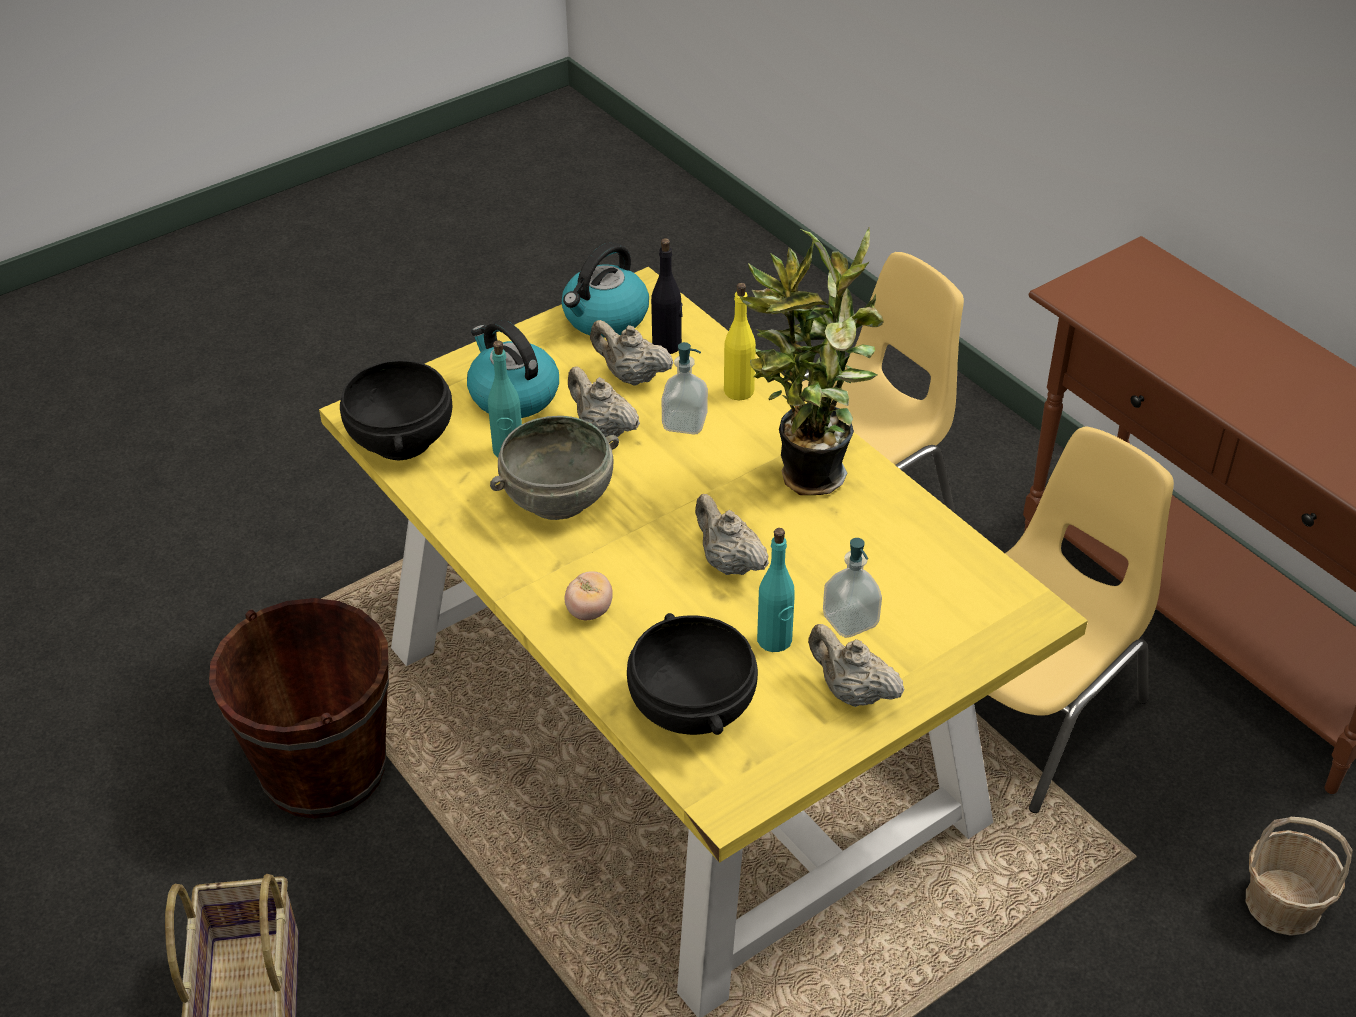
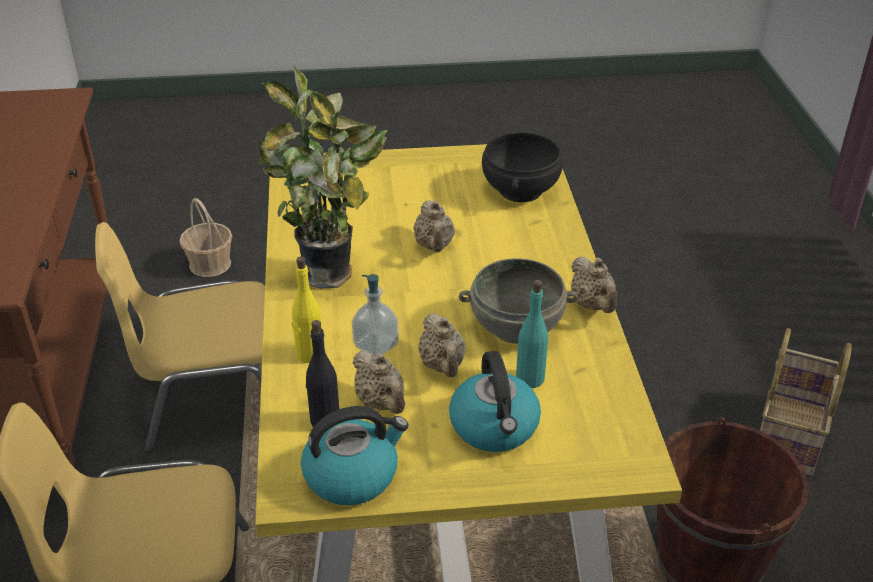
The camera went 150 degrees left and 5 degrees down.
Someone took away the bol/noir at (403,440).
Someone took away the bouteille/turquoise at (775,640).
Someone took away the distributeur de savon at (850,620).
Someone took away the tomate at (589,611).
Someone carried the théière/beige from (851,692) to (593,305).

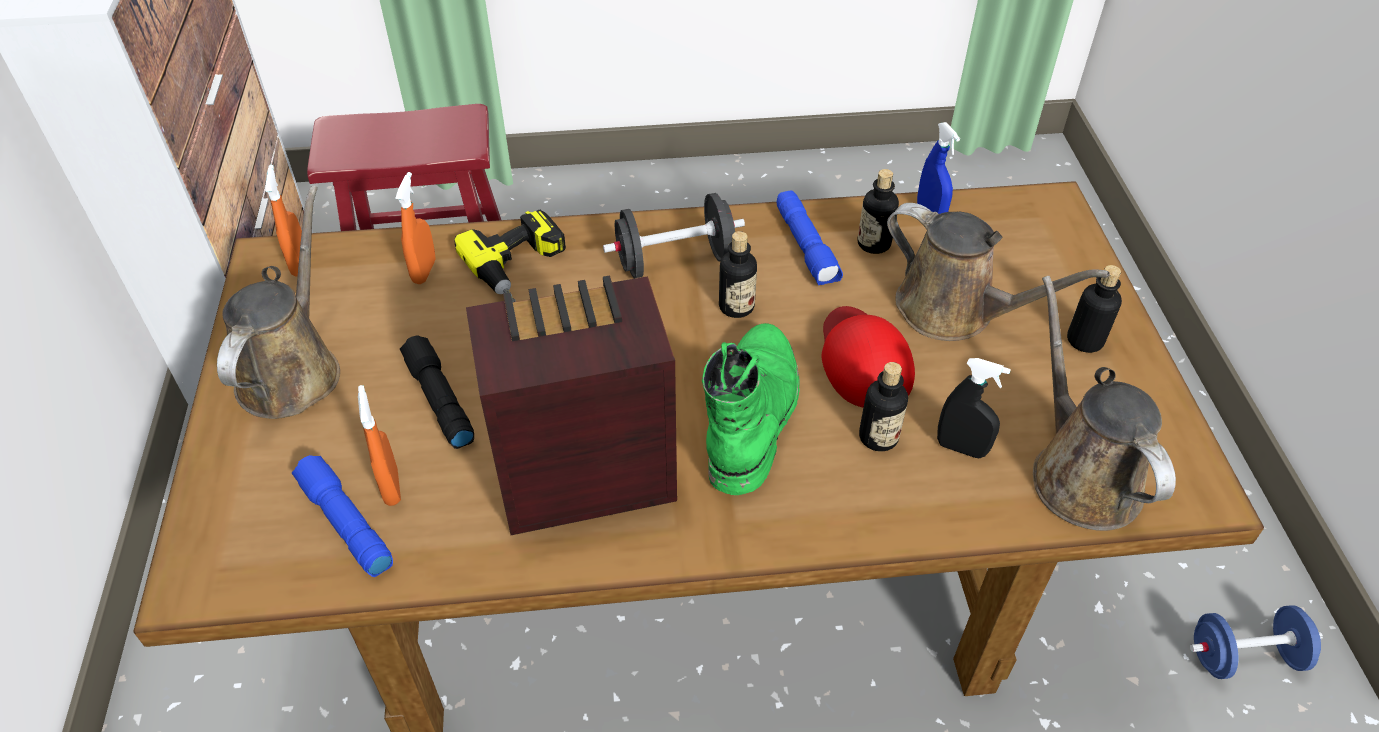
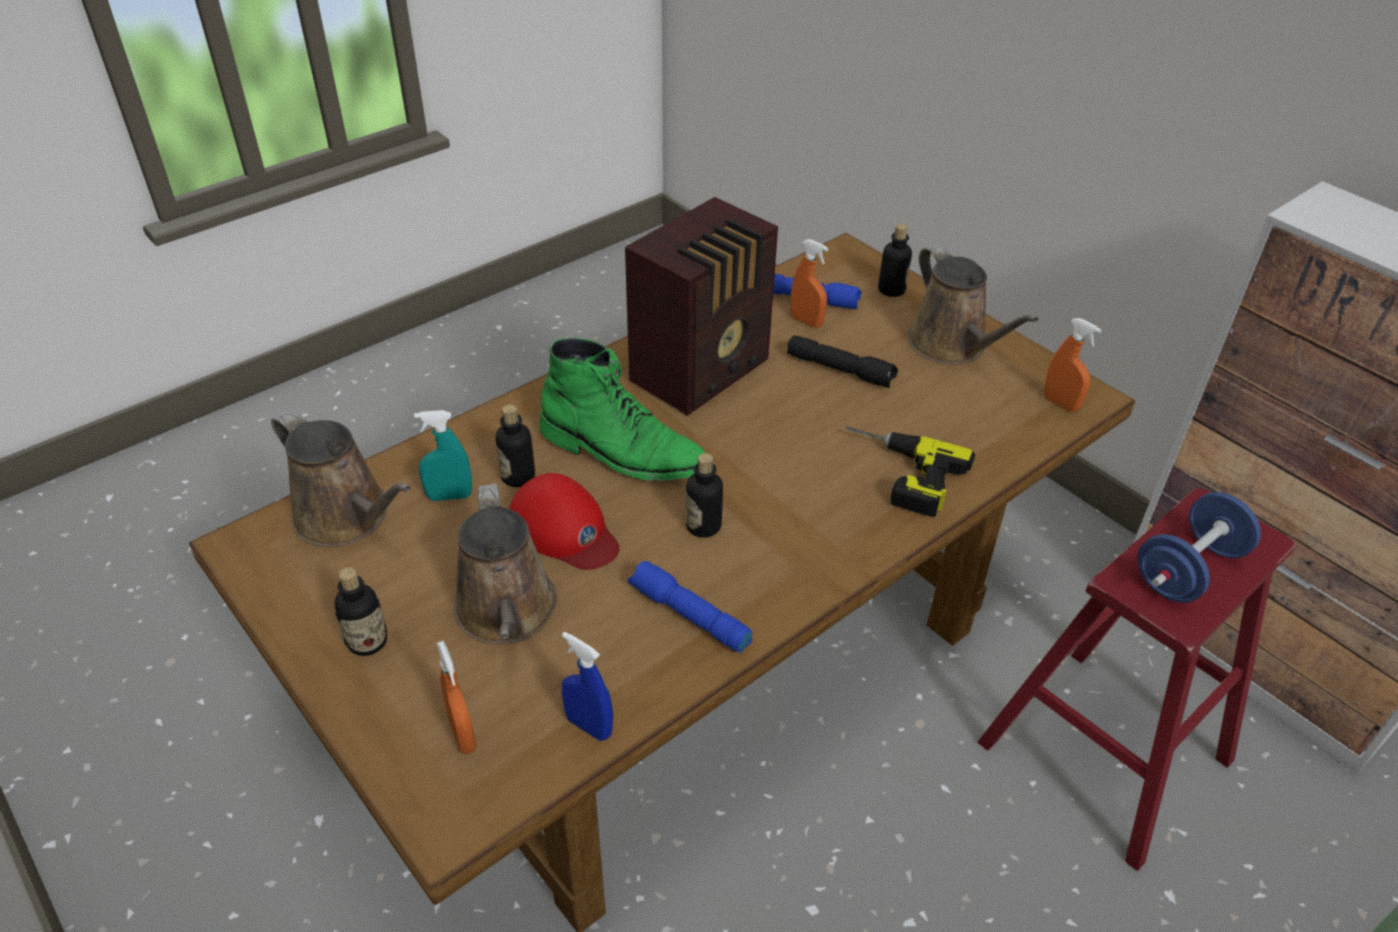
The camera went 145 degrees right and 5 degrees down.
Someone carried the bouteille from (874,244) to (891,290).
Someone carried the vaporisateur/orange from (424,271) to (463,735).
Someone took away the haltère/noir at (674,260).
Someone rotated the arrosoir/marron at (954,311) by 105 degrees counterclockwise.
Someone rotated the botte/vert at (752,414) by 45 degrees counterclockwise.
Someone repainted the vaporisateur/noir at (961,448), which became the vaporisateur/turquoise at (449,496).
Someone carried the haltère/bleu from (1244,656) to (1187,570).

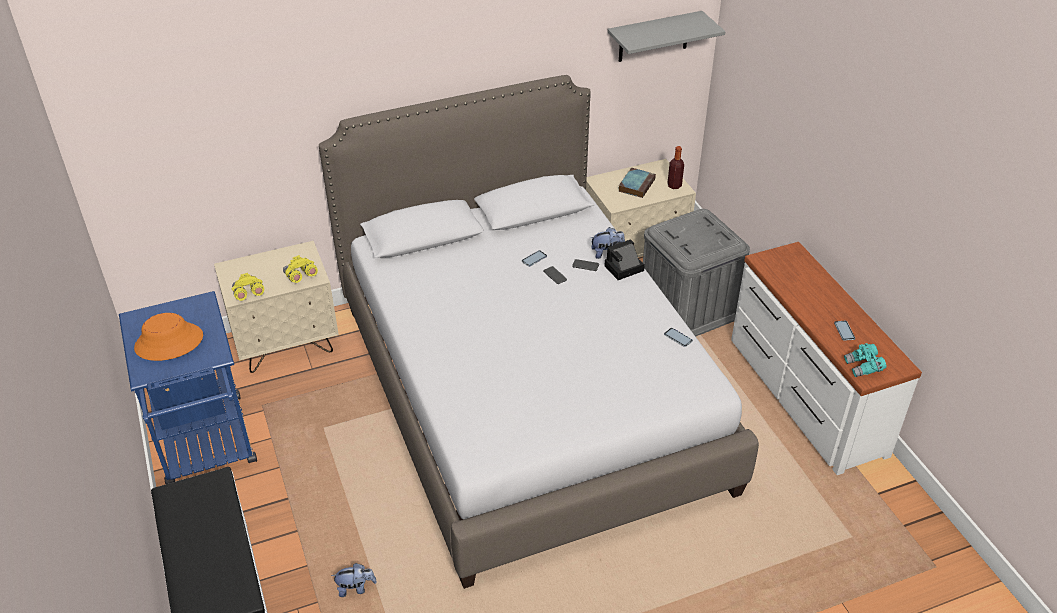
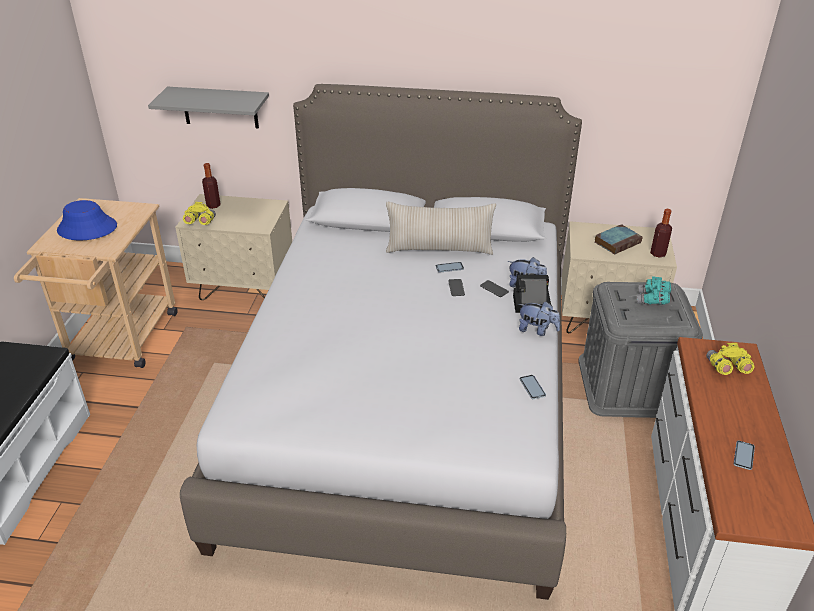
The camera went 30 degrees right and 5 degrees down.
Someone carried the étagère/gris from (653,37) to (220,107).
Someone carried the jumelles/jaune from (300,277) to (726,369).
Someone repainted the chariot/bleu at (207,447), which became the chariot/beige at (119,343).
Someone repainted the chapeau/orange at (169,342), which became the chapeau/bleu at (87,228).
Someone carried the jumelles/turquoise from (863,367) to (652,300).
Someone carried the peluche from (355,588) to (537,330).
Someone put down the bouteille at (213,205).
Someone put down the coussin/beige at (439,249).

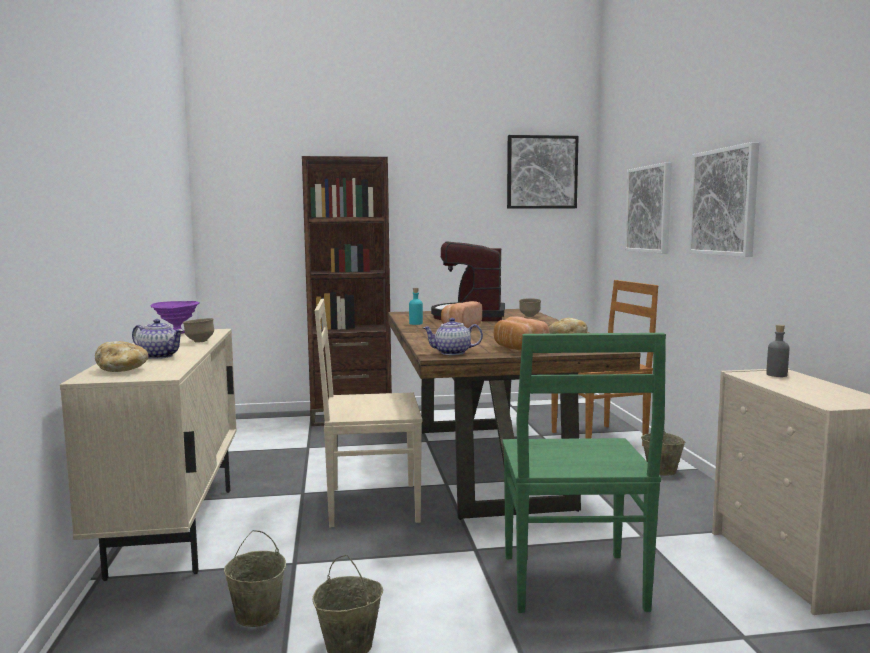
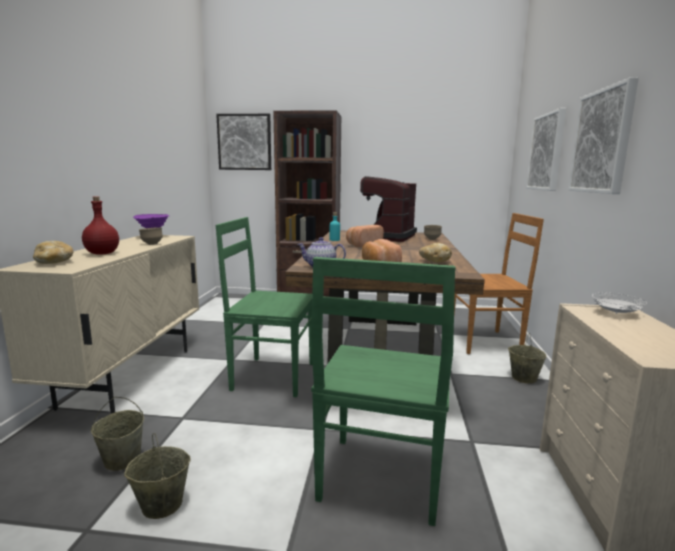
The camera went 15 degrees right and 5 degrees up.
Someone carried the tableau from (541,172) to (244,142).
Someone repainted the chaise/beige at (370,504), which became the chaise/vert at (271,376).
Someone swapped the théière at (160,356) for the bouteille/rouge at (102,253).
Someone swapped the bouteille/gris at (776,375) for the assiette/blanc at (616,313).

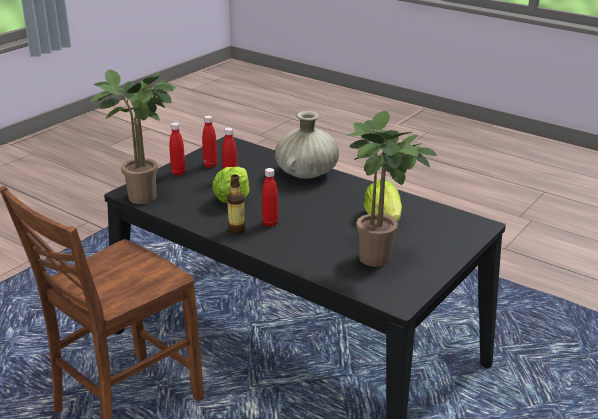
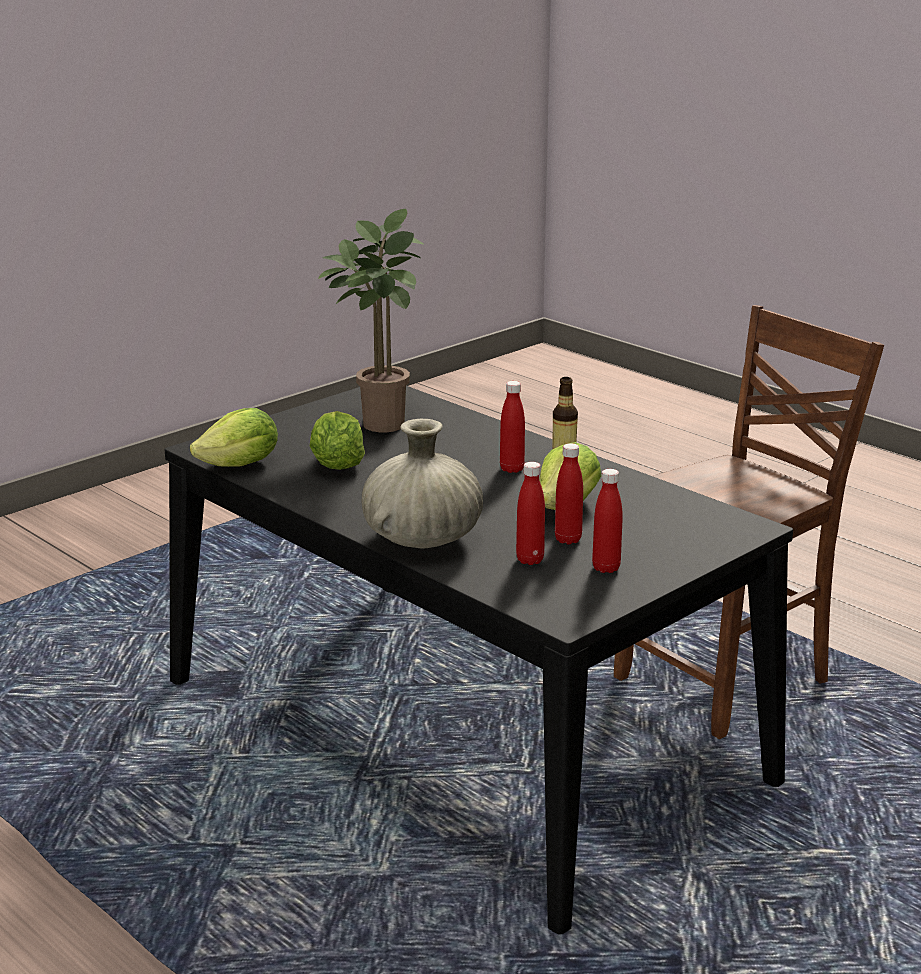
The camera went 170 degrees left and 5 degrees down.
Someone took away the plante en pot at (148,197).
Someone carried the bouteille/rouge from (178,173) to (530,560).
Someone put down the laitue at (240,465).

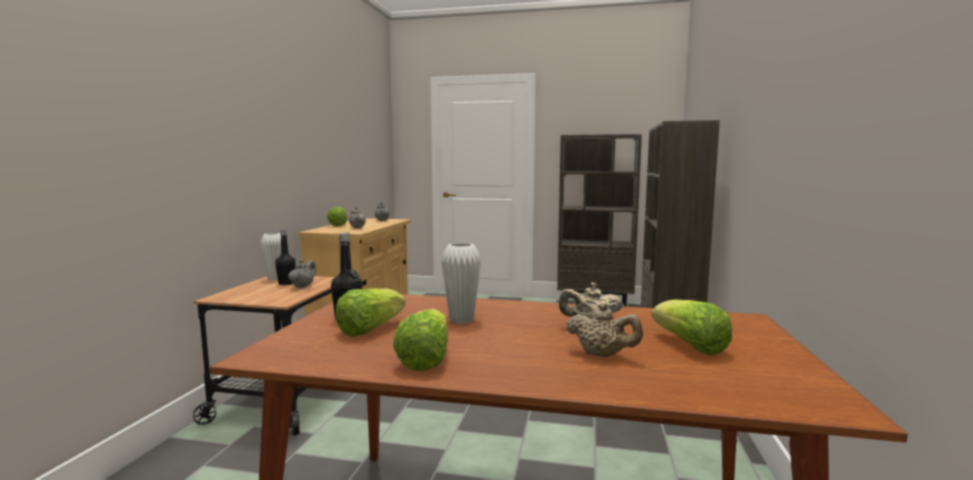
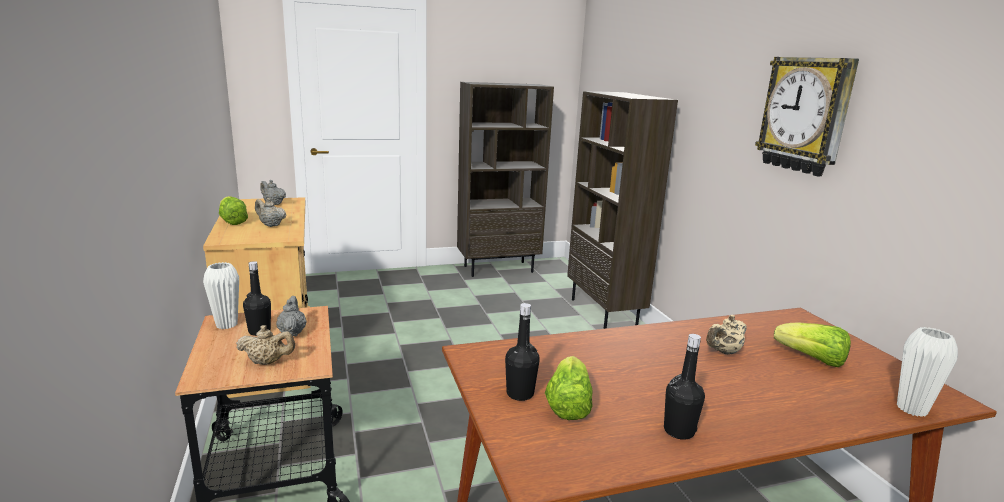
The camera went 30 degrees left and 10 degrees up.
Someone carried the vase/blanc from (461,320) to (911,409).
Someone carried the théière/beige from (602,355) to (267,362).
Someone swapped the laitue at (425,359) for the bouteille/noir at (678,431).
Someone put up the horloge murale at (805,115).

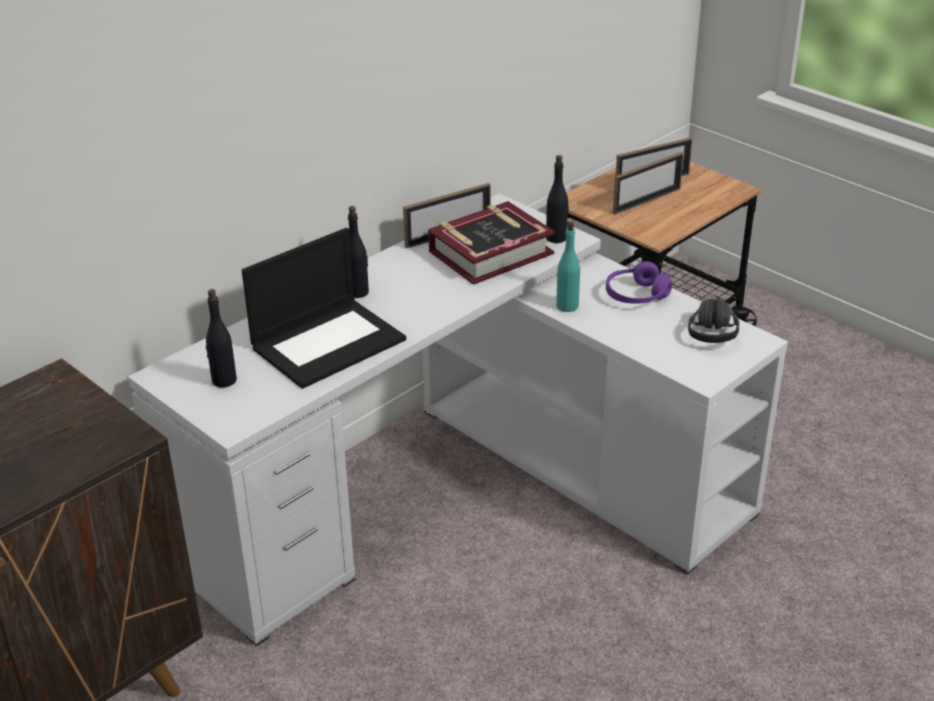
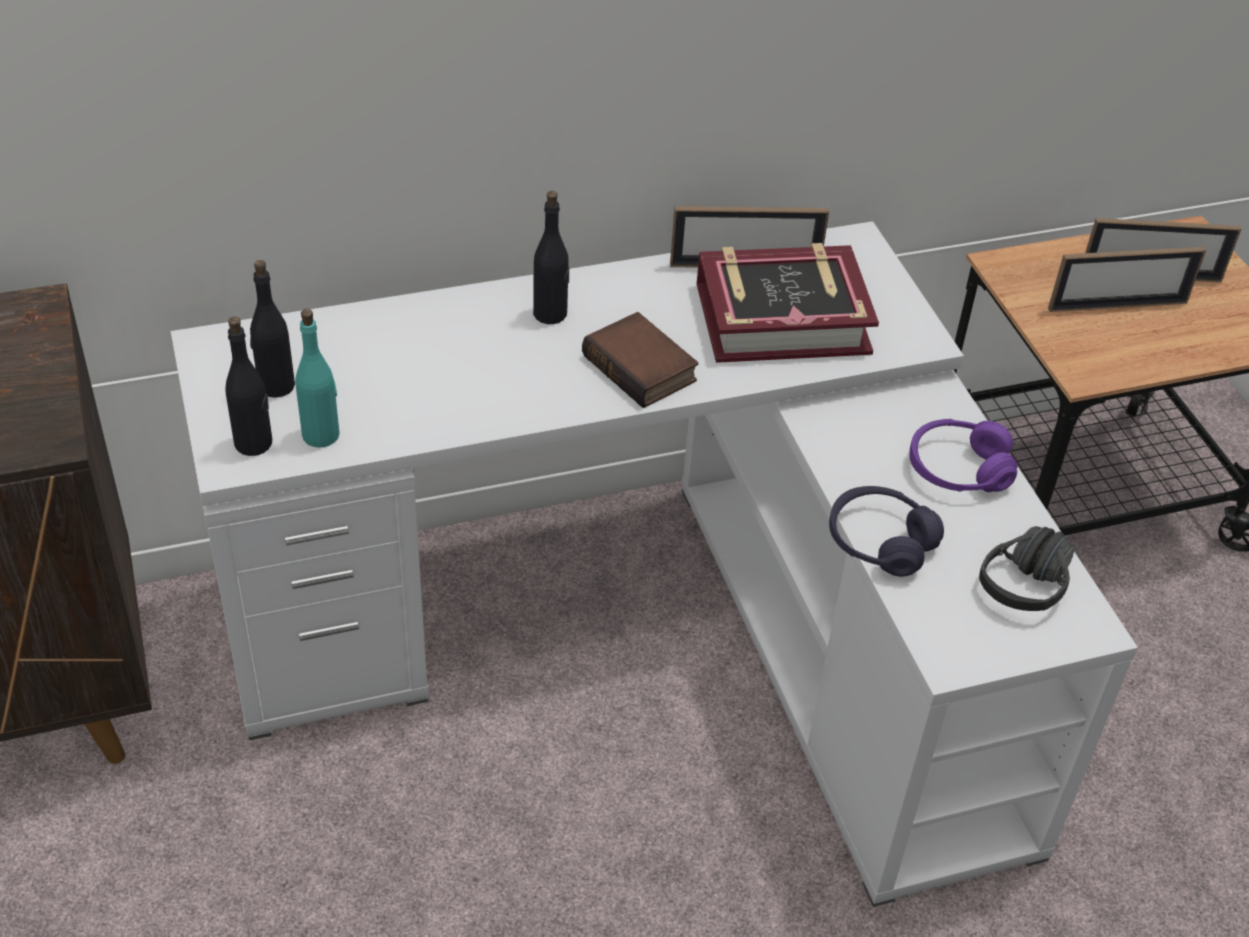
The camera went 25 degrees right and 10 degrees up.
Someone carried the bouteille/noir from (556,238) to (254,443).
Someone carried the bouteille/turquoise from (567,306) to (321,435).
Someone took away the ordinateur portable at (328,342).
Someone put down the livre at (643,368).
Someone put down the casque audio/violet at (880,542).

